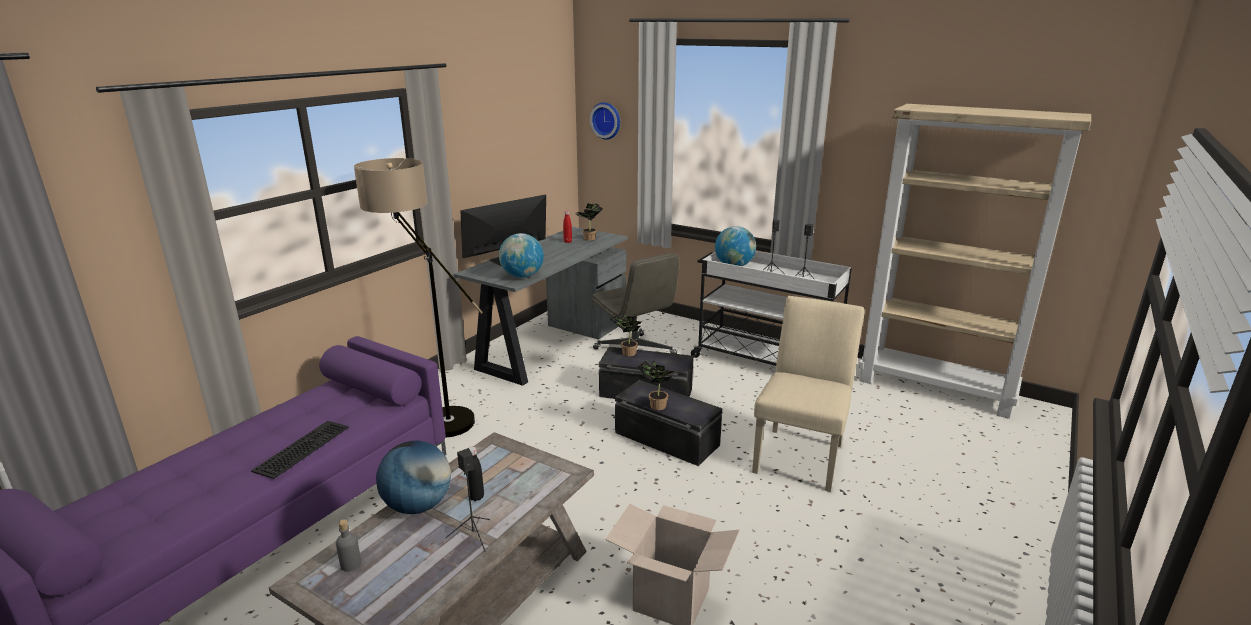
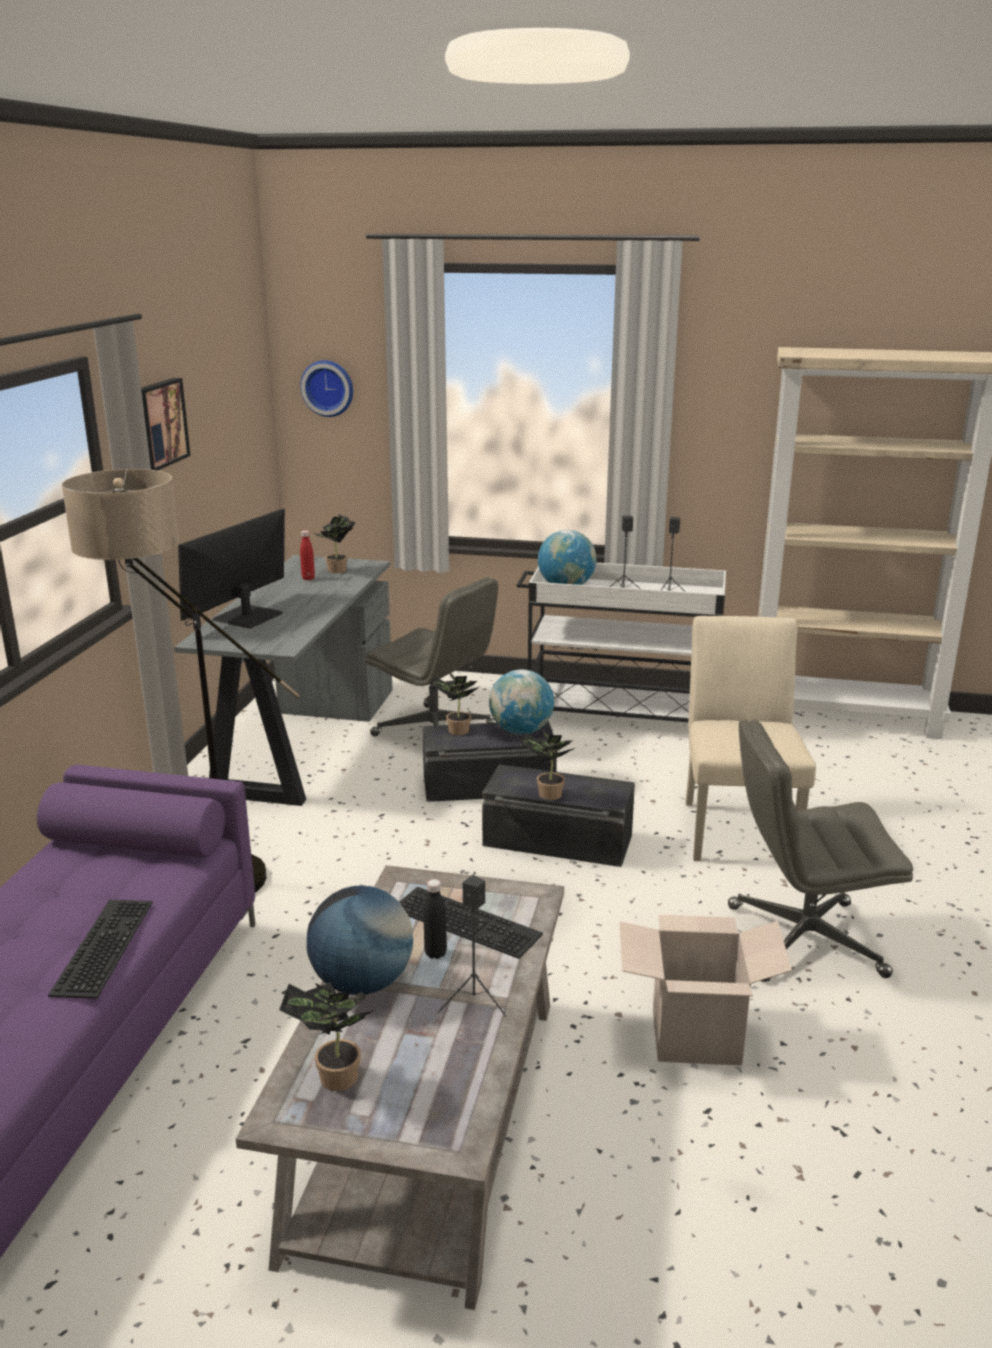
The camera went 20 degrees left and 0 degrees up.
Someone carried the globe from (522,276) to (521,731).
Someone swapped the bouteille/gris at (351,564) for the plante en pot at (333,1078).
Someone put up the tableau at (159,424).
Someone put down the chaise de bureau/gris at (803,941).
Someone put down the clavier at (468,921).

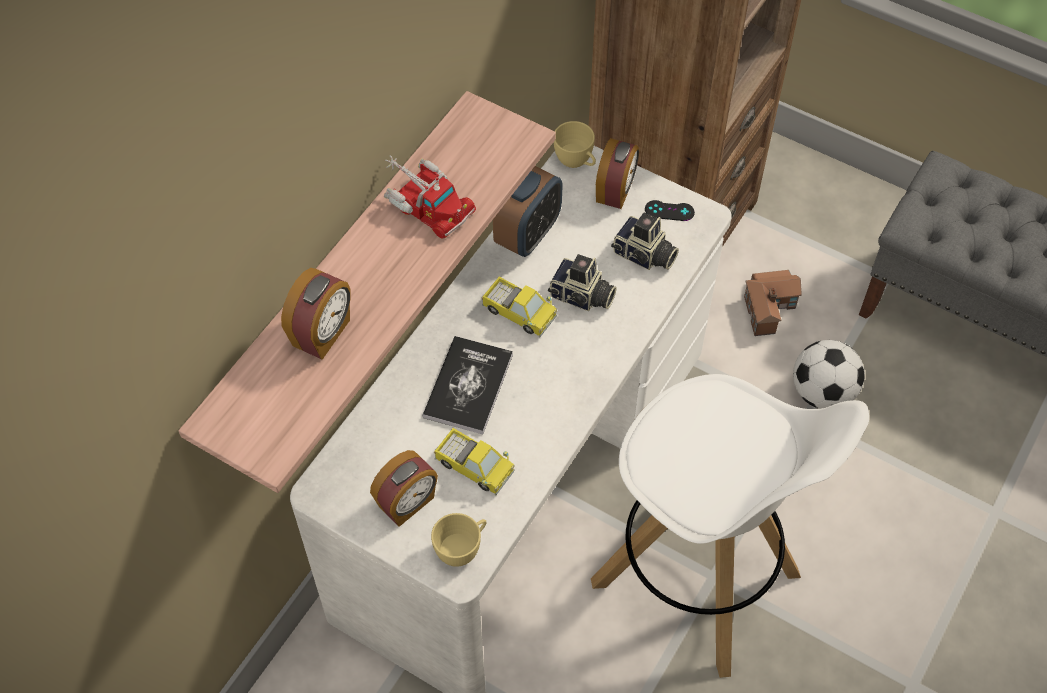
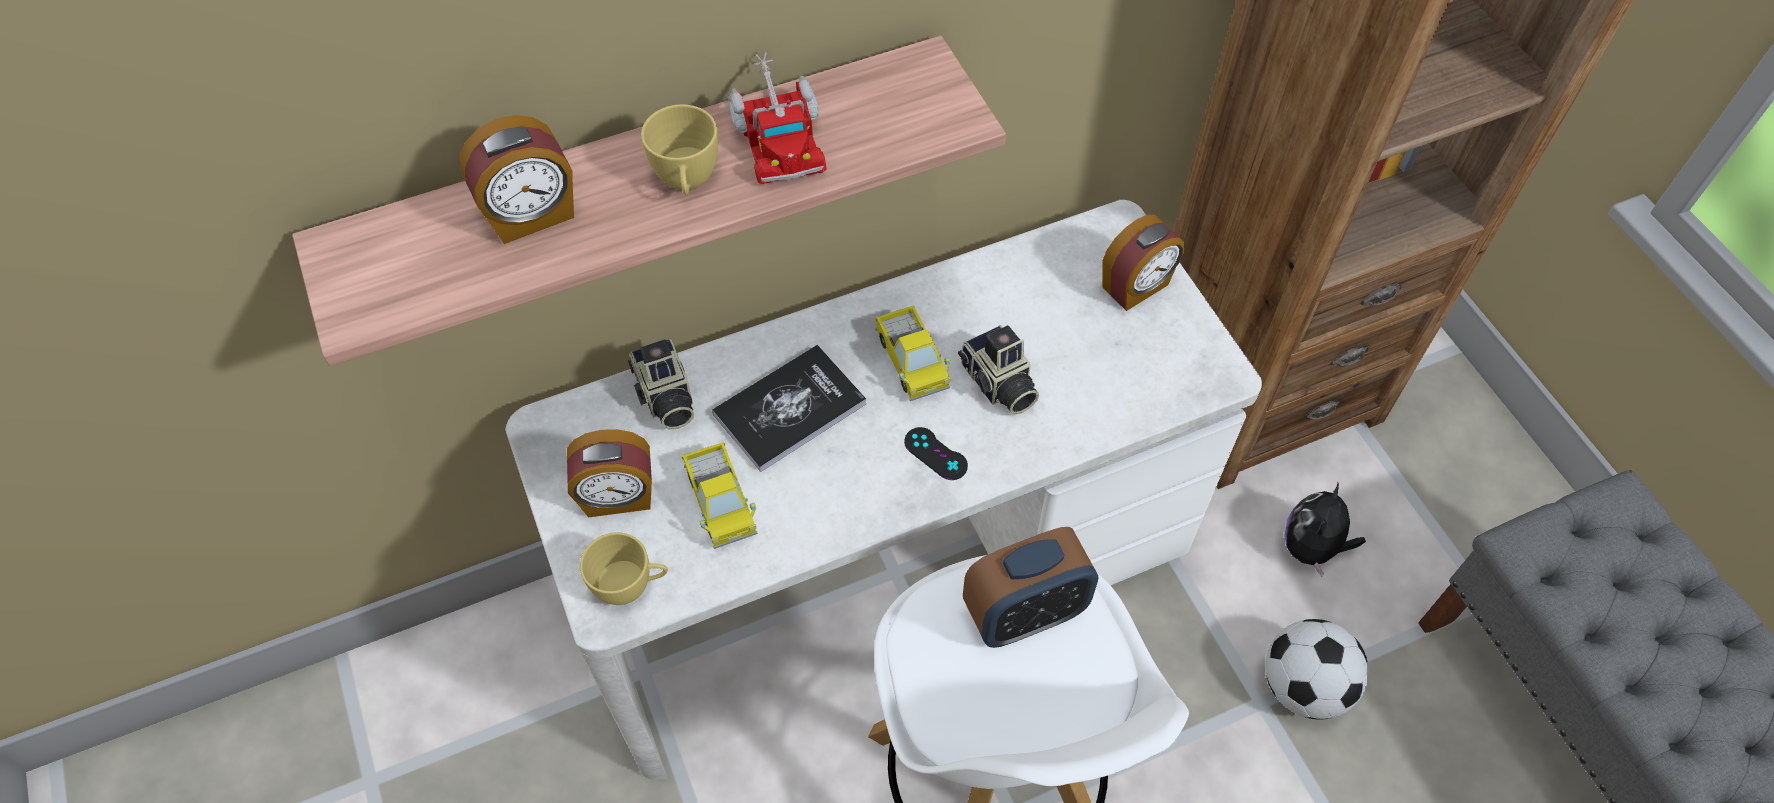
The camera went 35 degrees right and 0 degrees up.
Someone carried the tasse/jaune from (576,162) to (687,182).
Someone carried the réveil from (528,234) to (1024,614).
Someone carried the manette/noir from (669,211) to (935,454).
Someone carried the appareil photo from (644,256) to (665,398).
Someone swapped the maison miniature at (769,306) for the peluche at (1311,548).

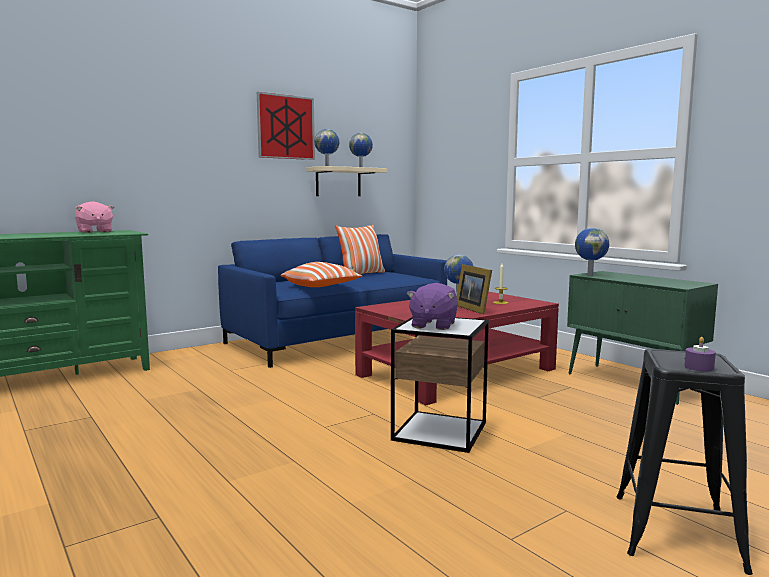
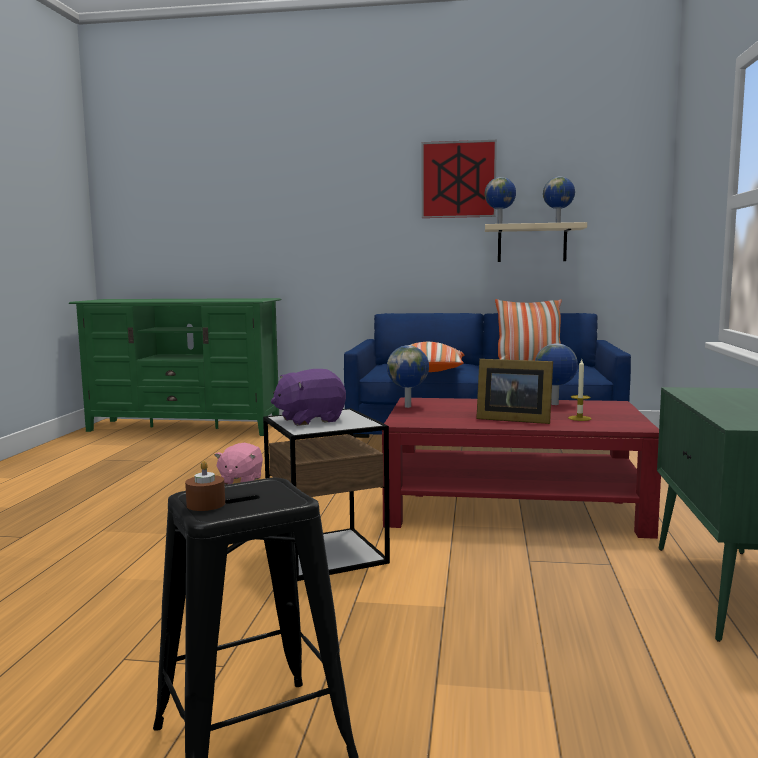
The camera went 45 degrees right and 0 degrees up.
Someone carried the peluche/rose from (94,232) to (240,481).
Someone carried the globe from (590,275) to (408,406).
Someone rotated the cadre photo at (474,309) by 90 degrees counterclockwise.
Someone repainted the bougie/violet at (699,367), which became the bougie/marron at (206,504).

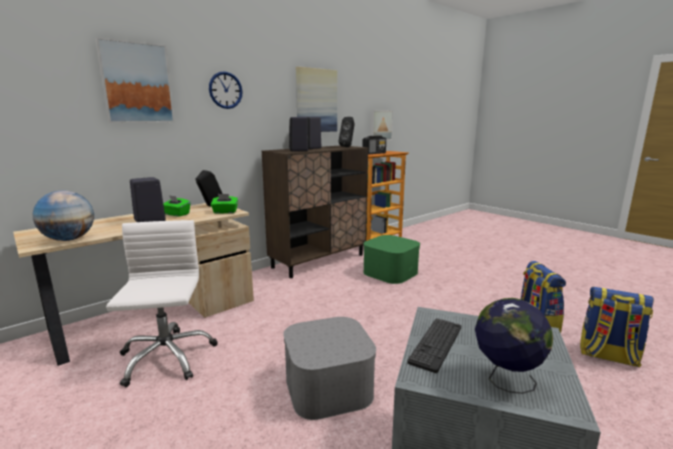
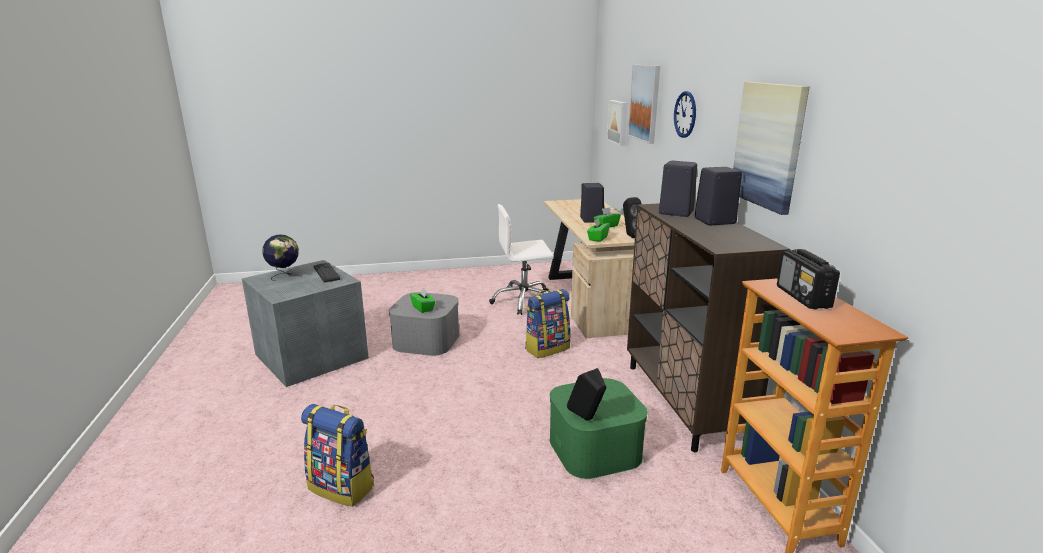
The camera went 120 degrees right and 5 degrees up.
Someone carried the tableau from (380,125) to (618,122).
Someone carried the enceinte/noir from (348,147) to (587,419).
Someone took away the globe at (69,239).
Someone rotated the chaise de bureau/blanc at (166,357) by 150 degrees clockwise.
Someone carried the sac à dos from (607,356) to (547,348).
Someone put down the boîte à mouchoirs/vert at (423,308).

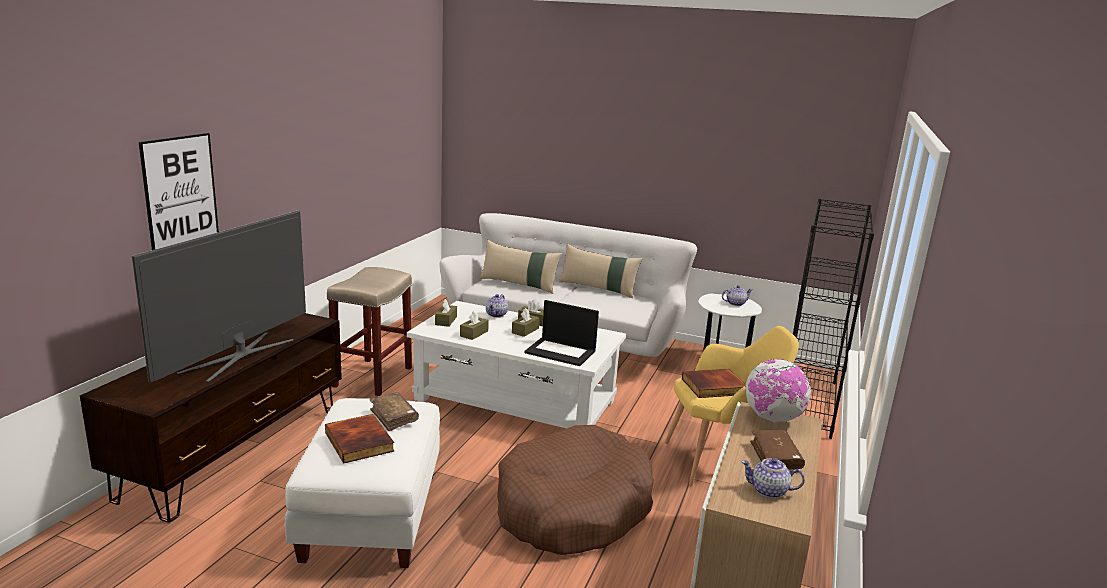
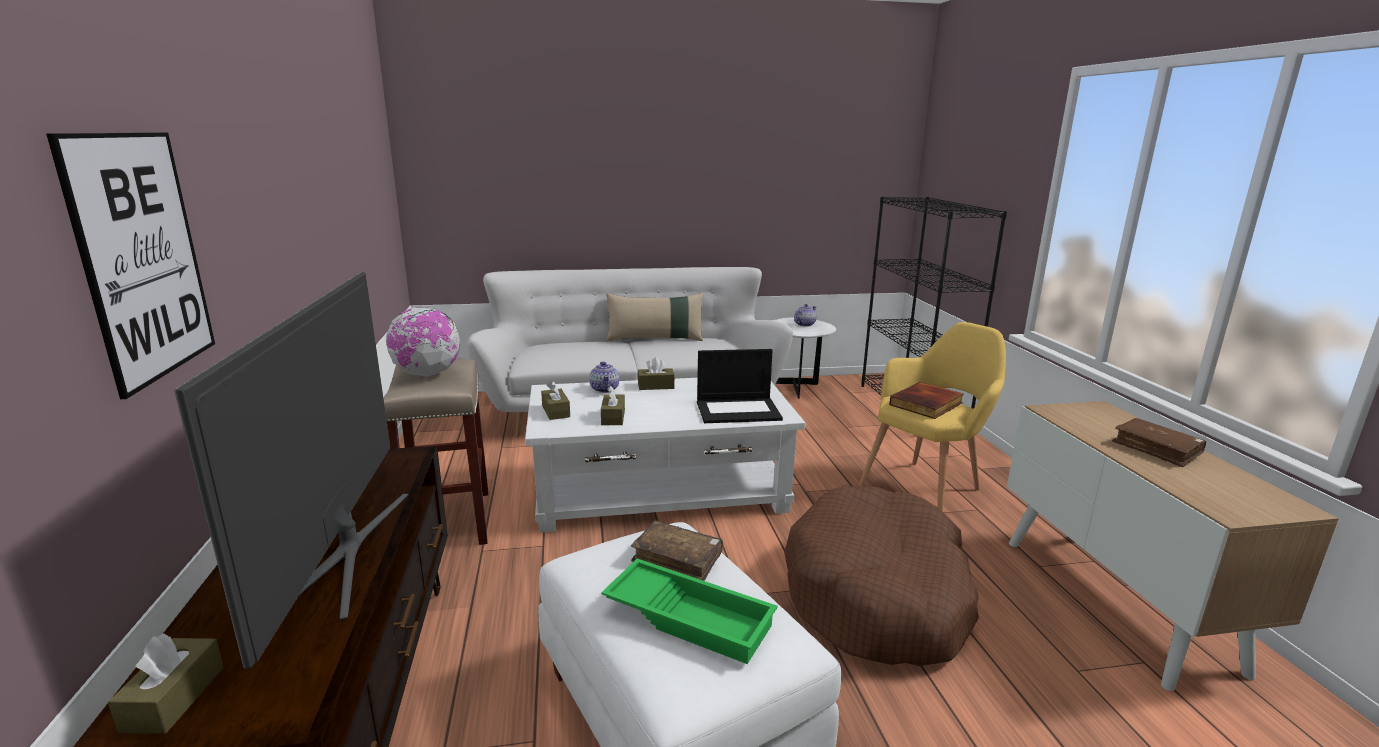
The camera went 30 degrees left and 0 degrees up.
Someone took away the coussin/beige at (519,284).
Someone carried the boîte à mouchoirs/marron from (525,330) to (174,698).
Someone carried the globe from (772,418) to (427,374).
Someone swapped the livre at (361,442) for the plateau/vert at (690,616).
Someone took away the théière at (769,491).

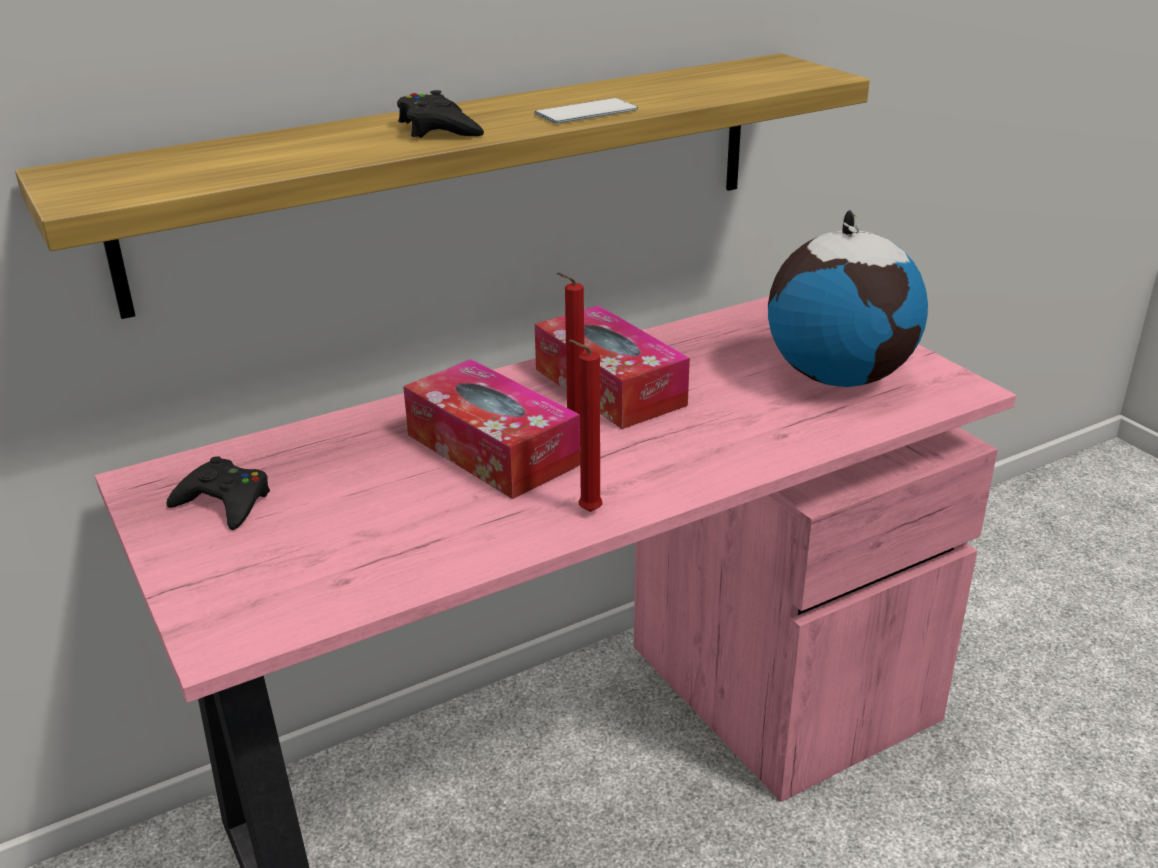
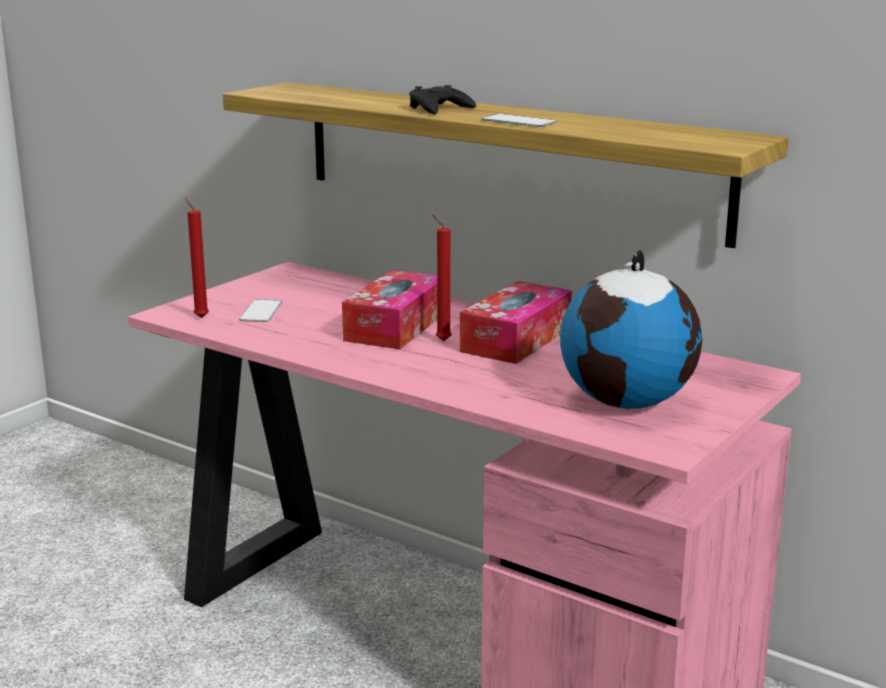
The camera went 65 degrees right and 10 degrees down.
Someone carried the bougie/rouge from (586,512) to (200,317).
Someone took away the manette/noir at (224,502).
Someone put down the téléphone at (261,311).

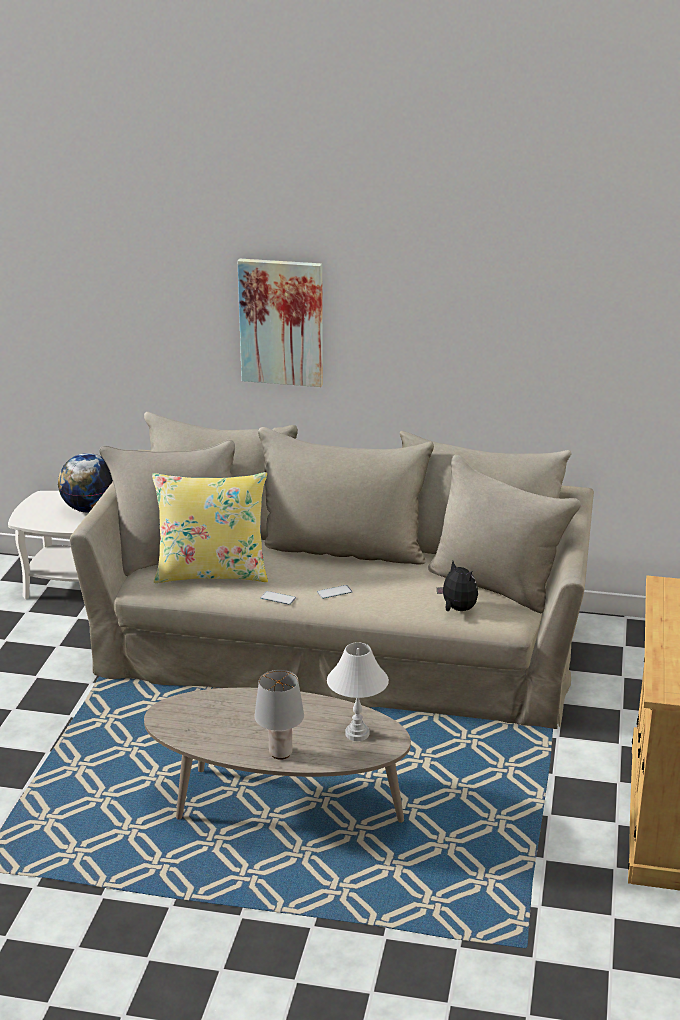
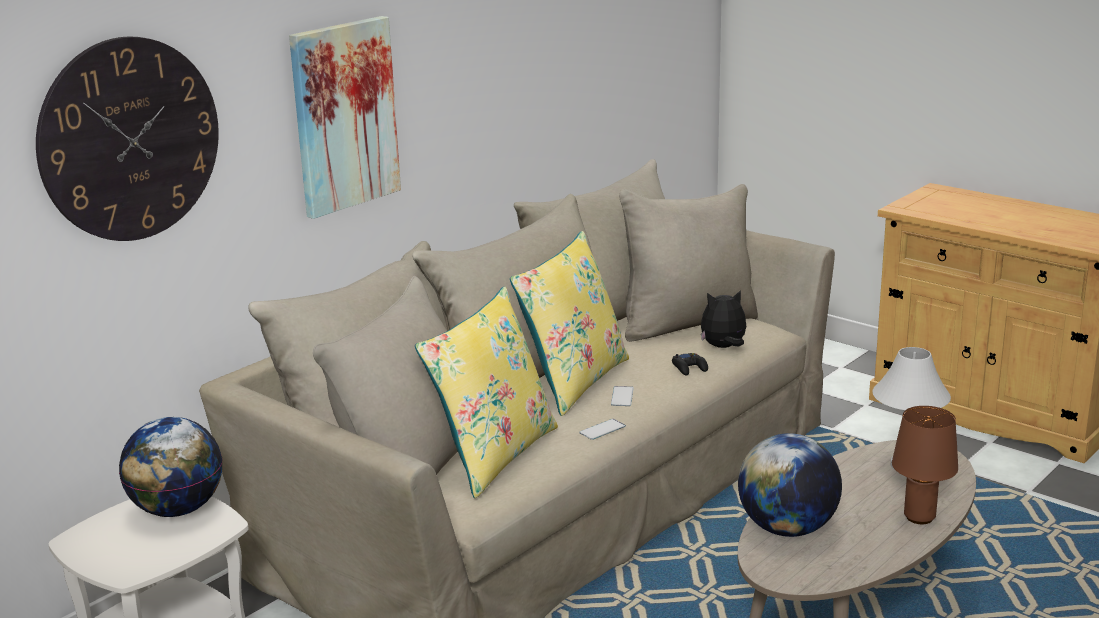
The camera went 60 degrees left and 5 degrees down.
Someone repainted the lampe de table/gris at (281,753), which became the lampe de table/marron at (920,517).
Someone put up the horloge murale at (130,139).
Someone put down the coussin/jaune at (573,382).
Someone put down the manette/noir at (689,368).
Someone put down the globe at (787,529).

